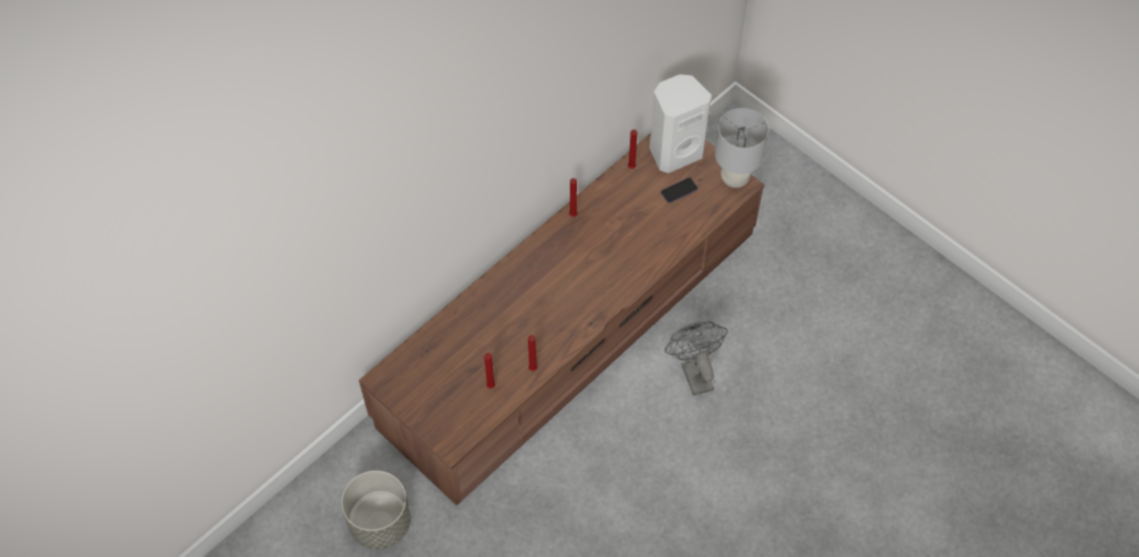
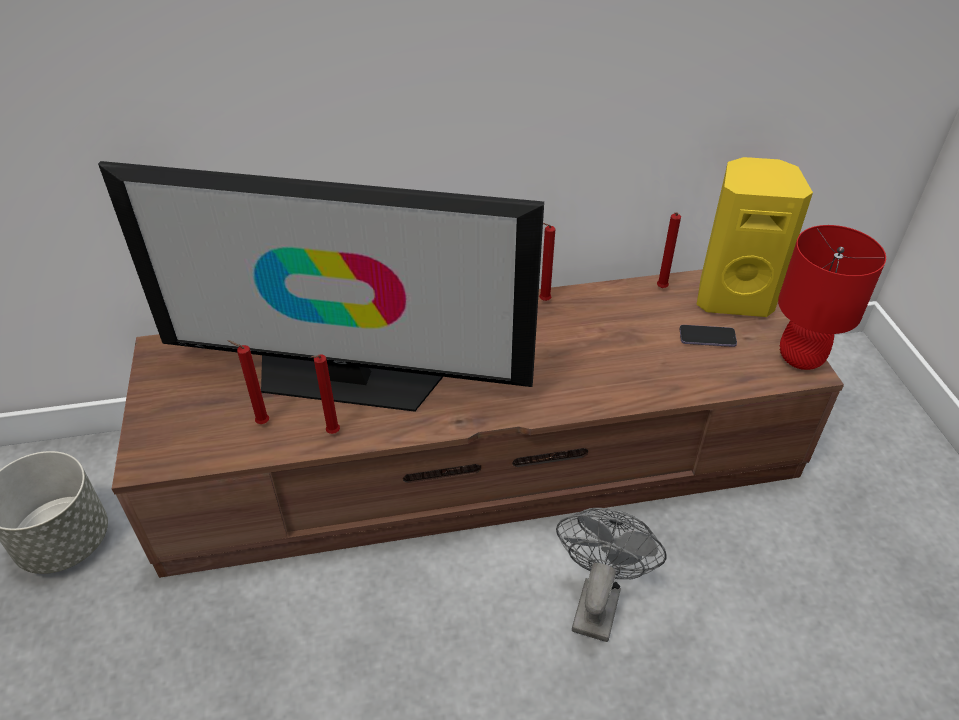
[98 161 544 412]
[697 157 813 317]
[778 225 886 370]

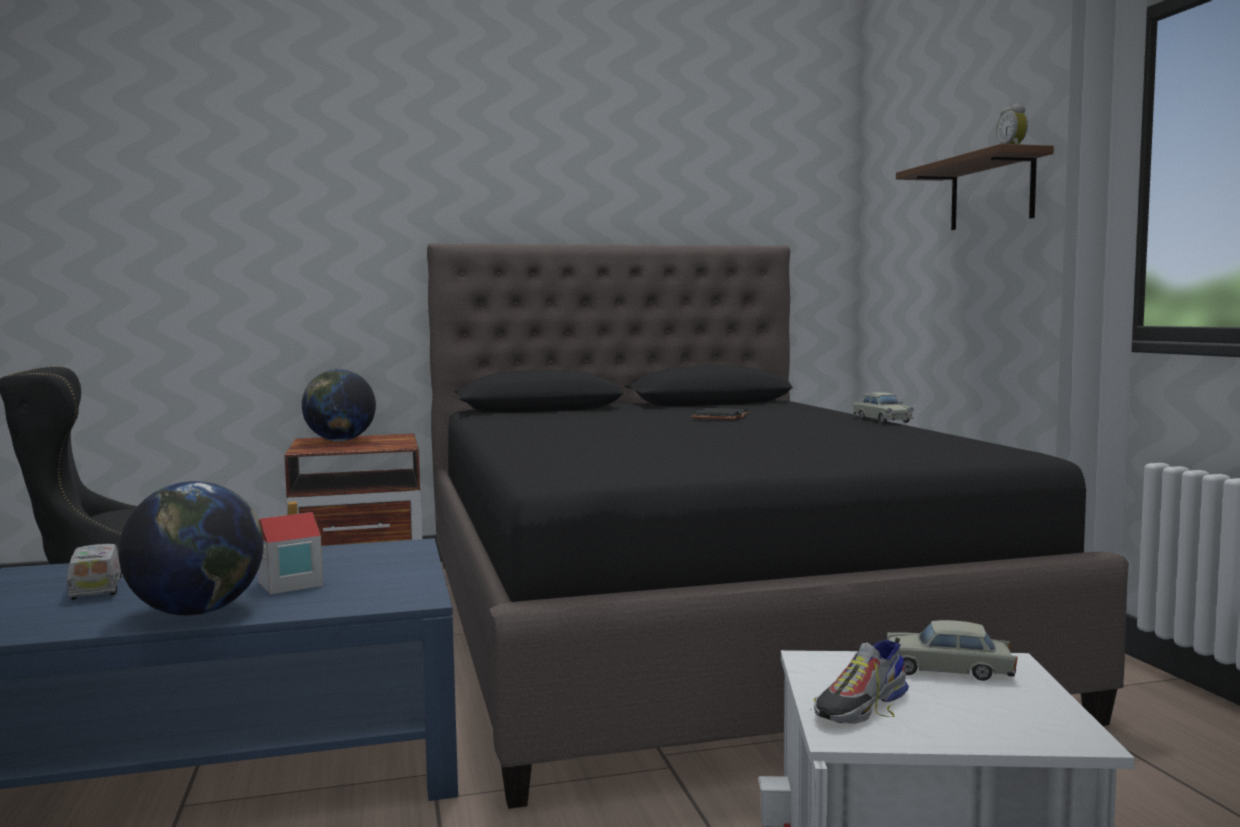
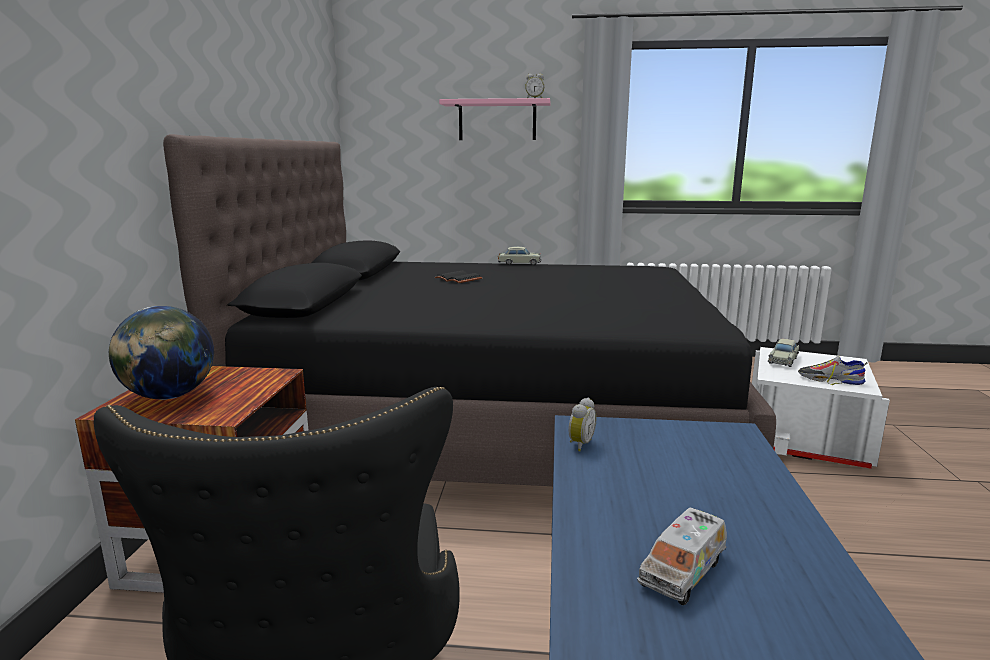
[118 481 264 616] (first image)
[258 501 323 594] (first image)
[568 398 596 451]
[439 98 551 140]
[637 507 727 605]
[798 355 867 385]

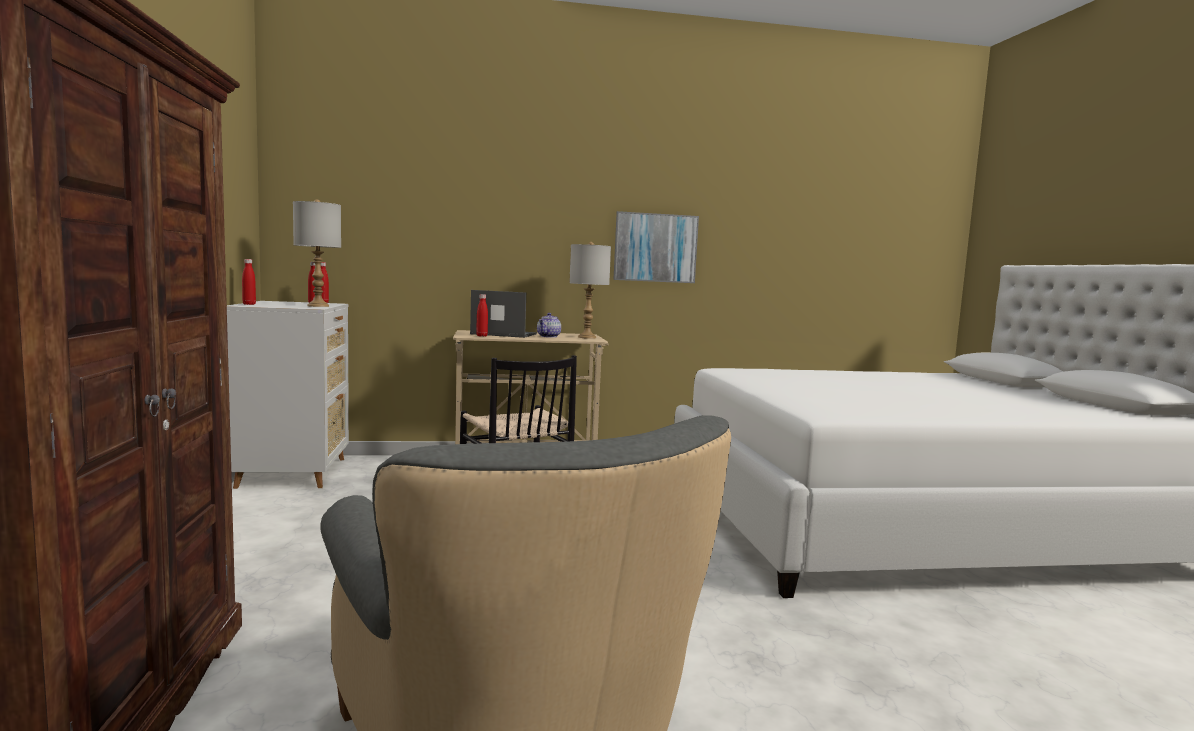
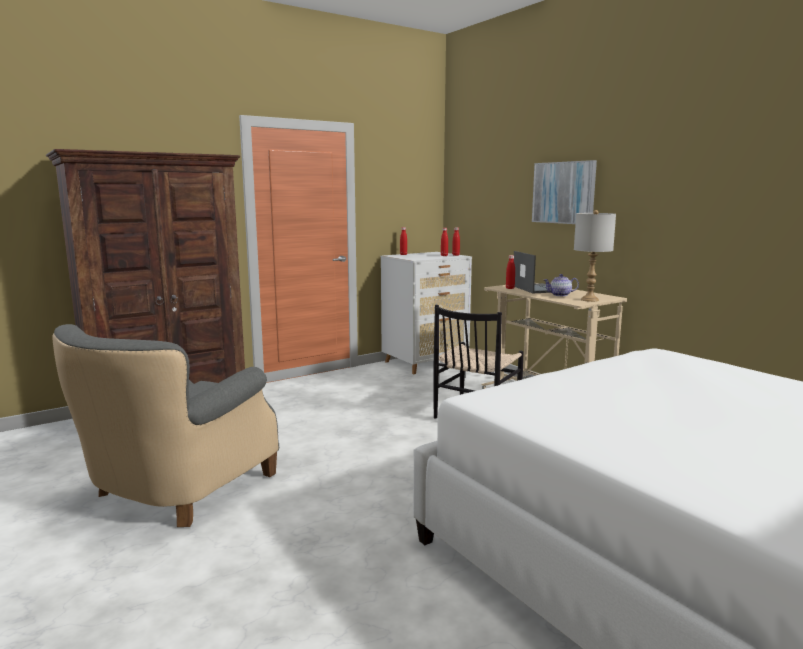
[293 199 341 307] (first image)
[532 160 597 224]

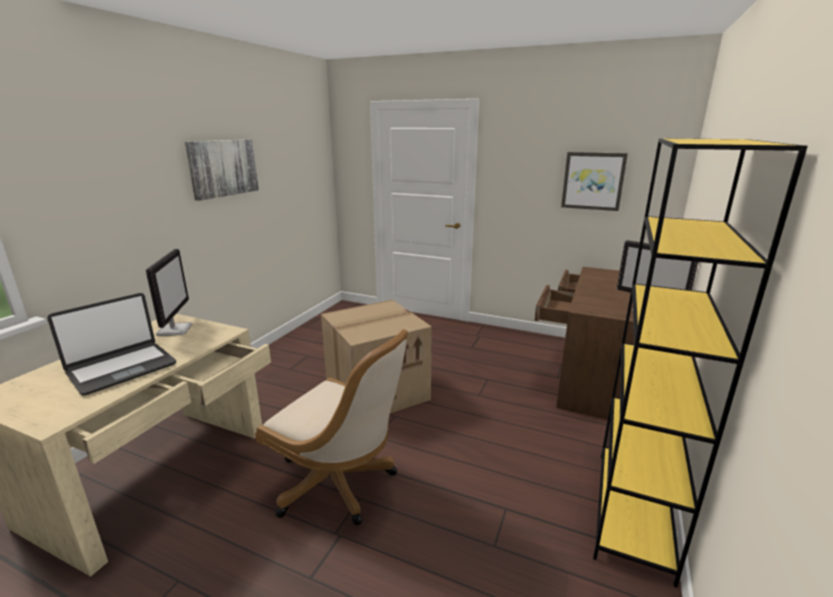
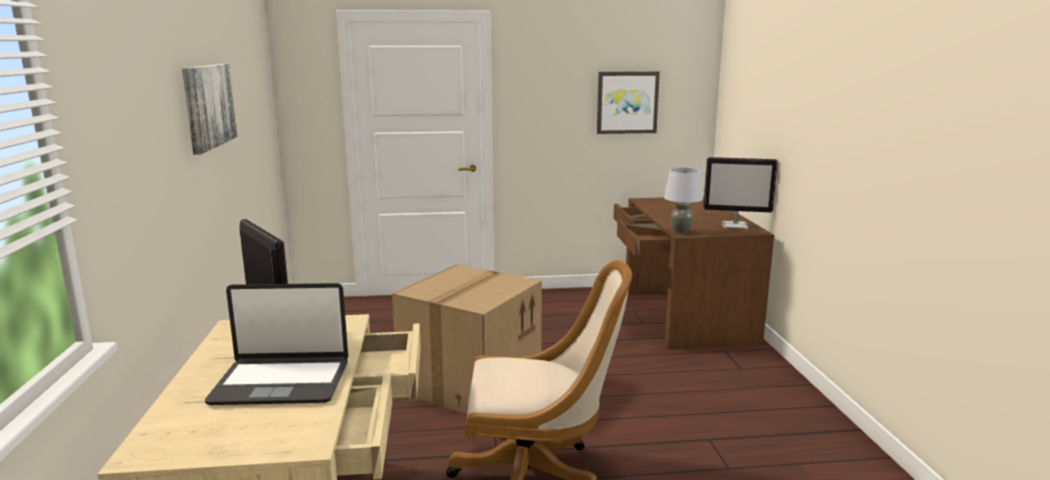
[593 138 808 587] (first image)
[664 167 703 234]
[205 283 348 405]

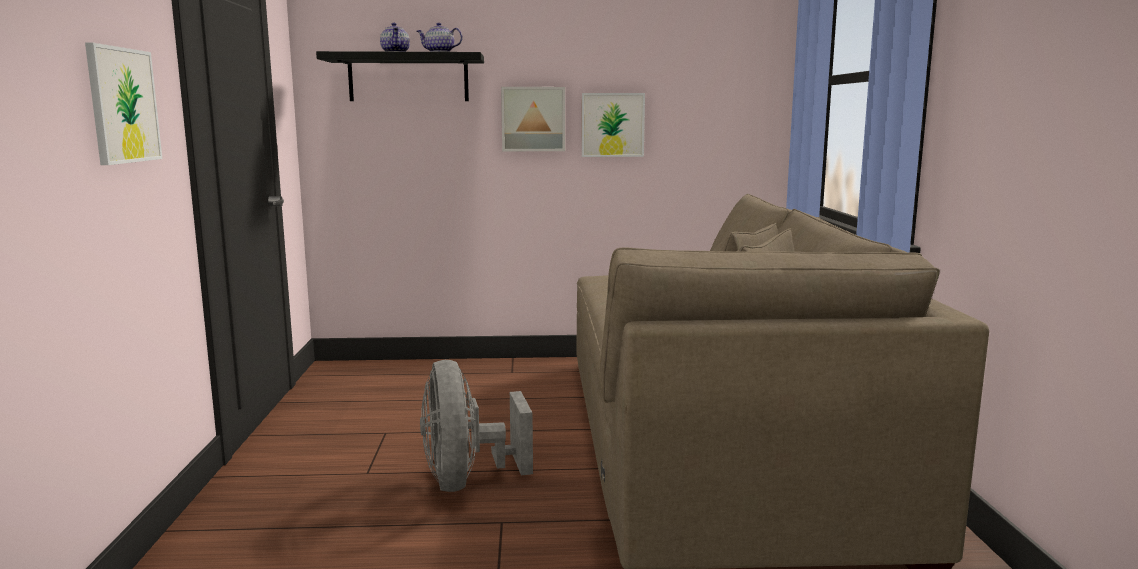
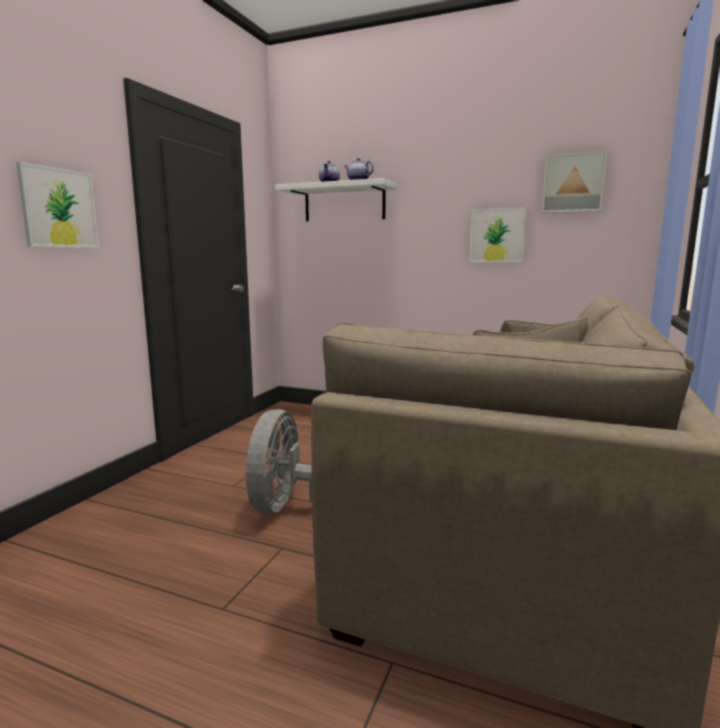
[541 151 607 213]
[275 178 397 221]

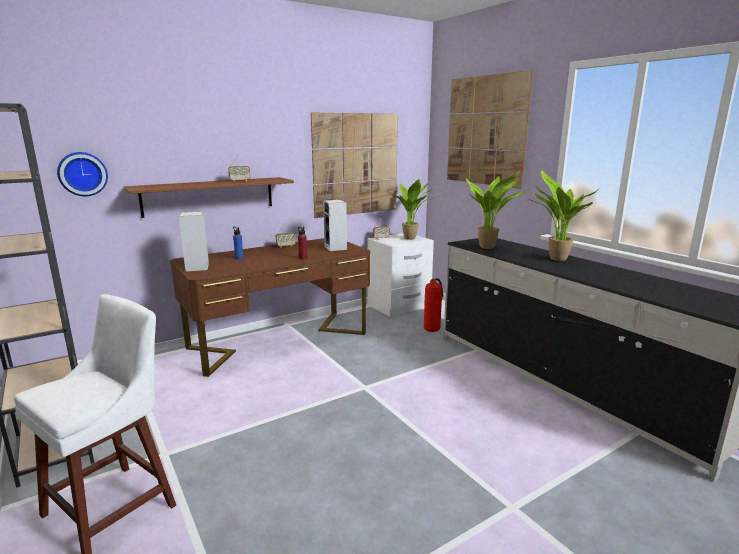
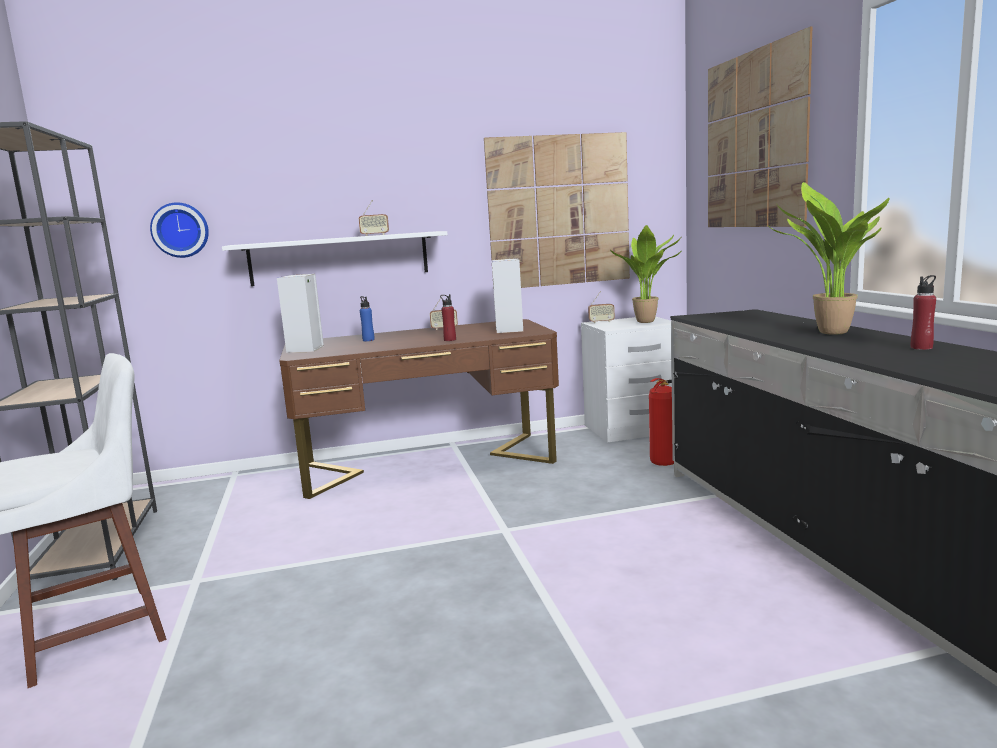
[466 171 526 249] (first image)
[911 275 936 350]
[222 231 448 286]

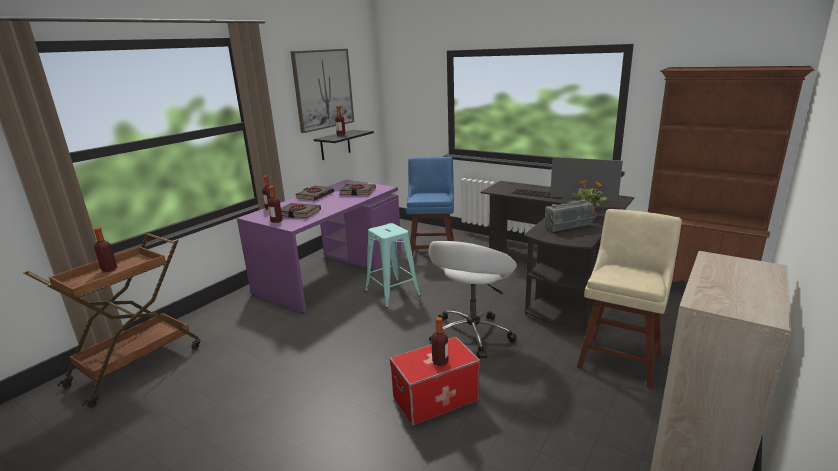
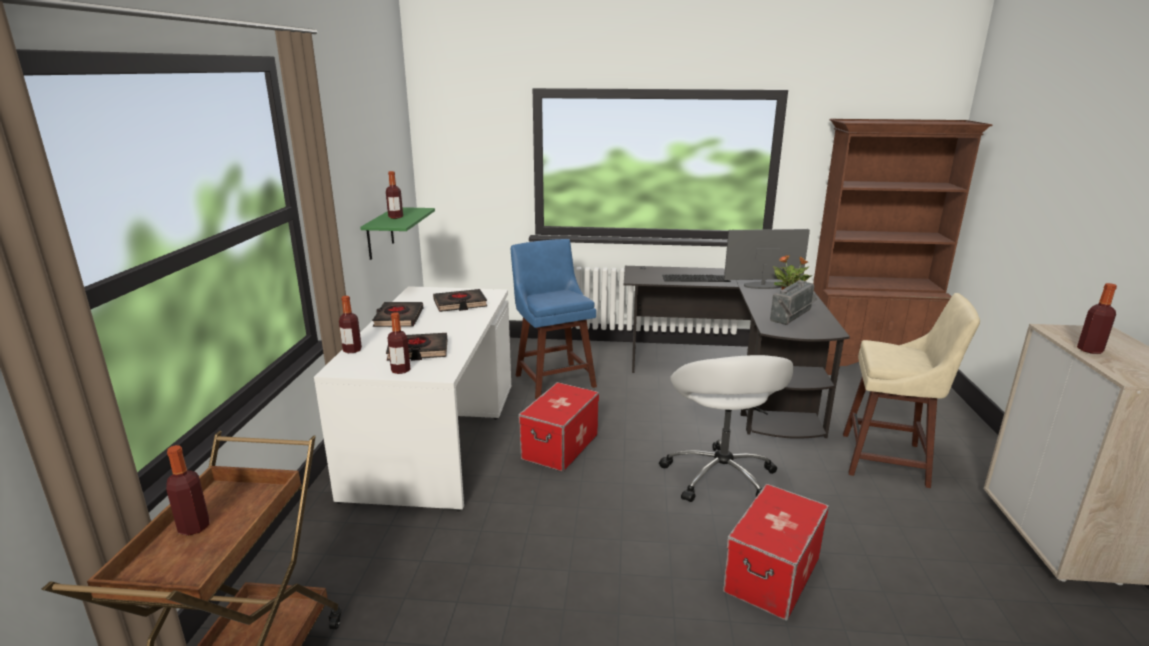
[290 49 354 133] (first image)
[1077 283 1117 354]
[518 382 599 472]
[314 286 511 511]
[360 207 435 260]
[843 293 980 488]

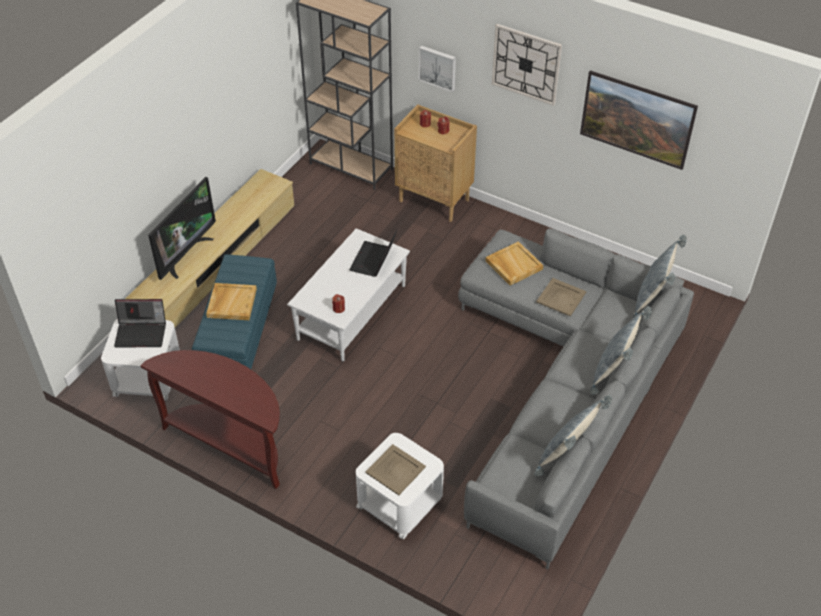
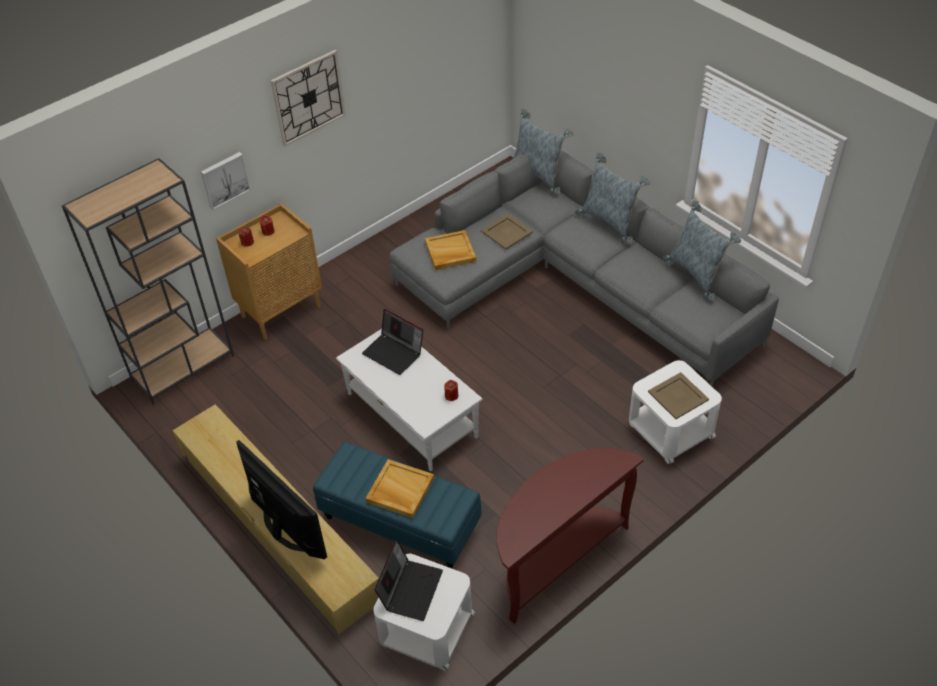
[580 70 698 170] (first image)

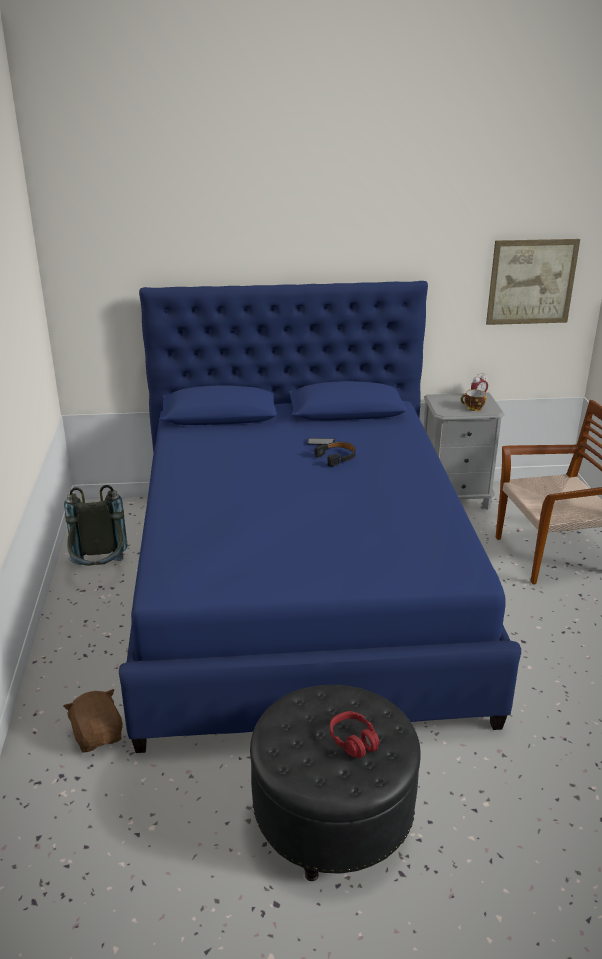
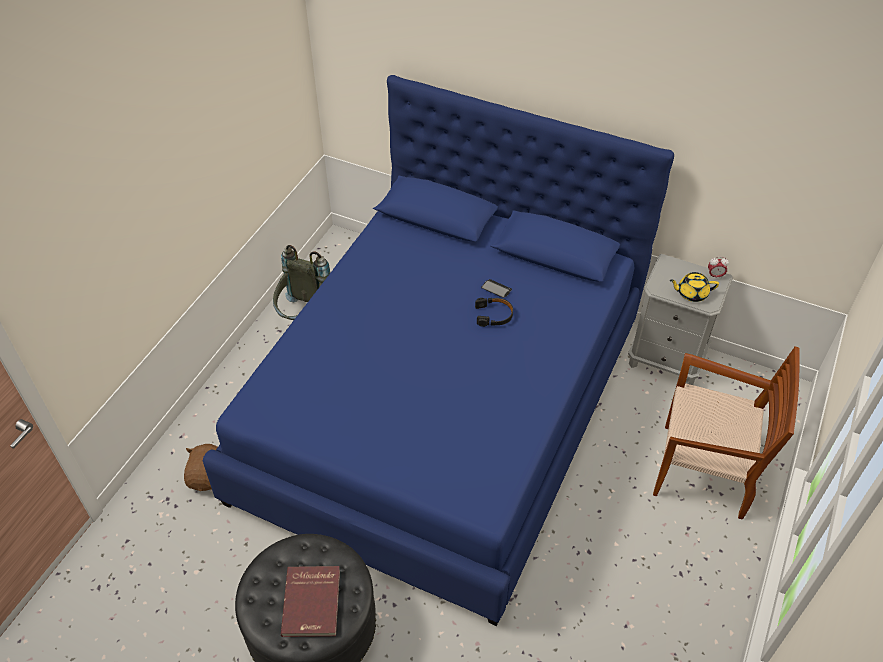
[486 239 580 325] (first image)
[281 566 340 637]
[669 272 719 302]

